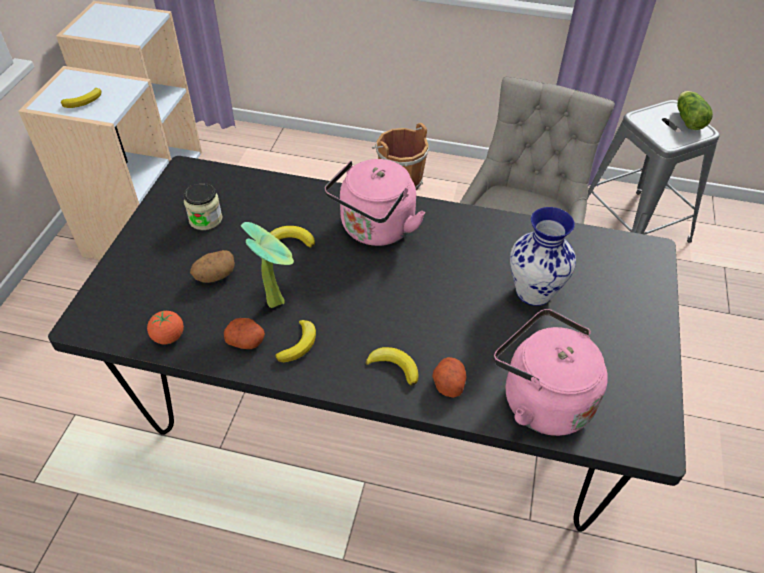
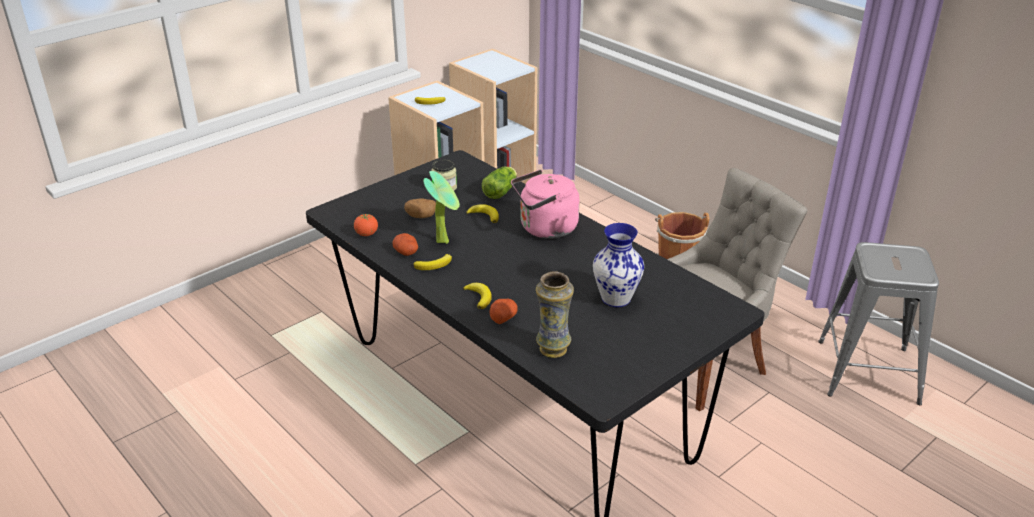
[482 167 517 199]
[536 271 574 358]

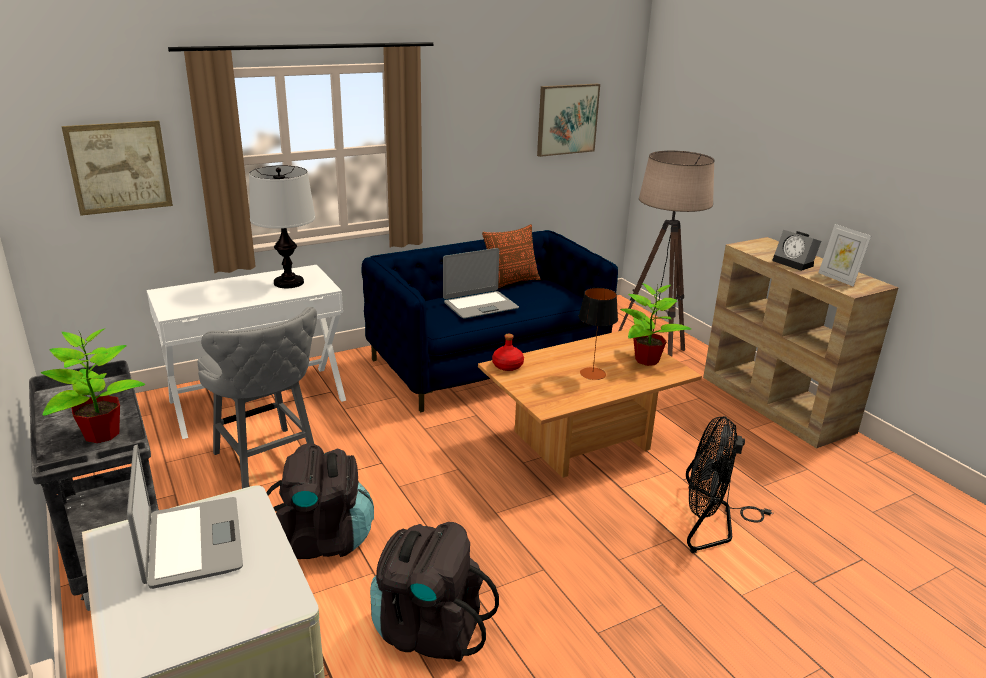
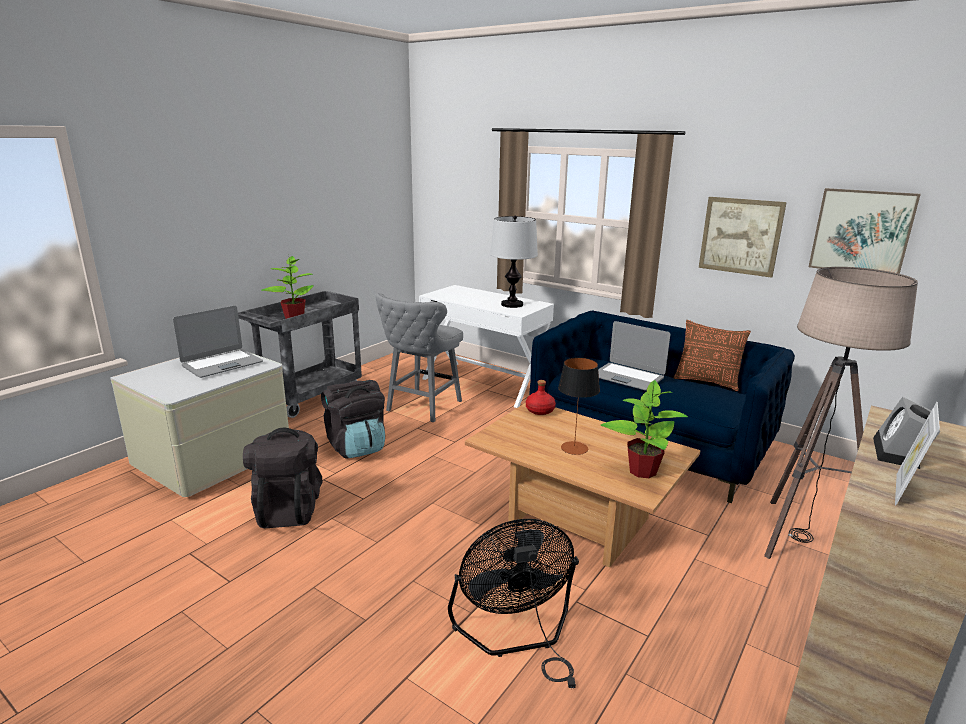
[699 197 787 278]

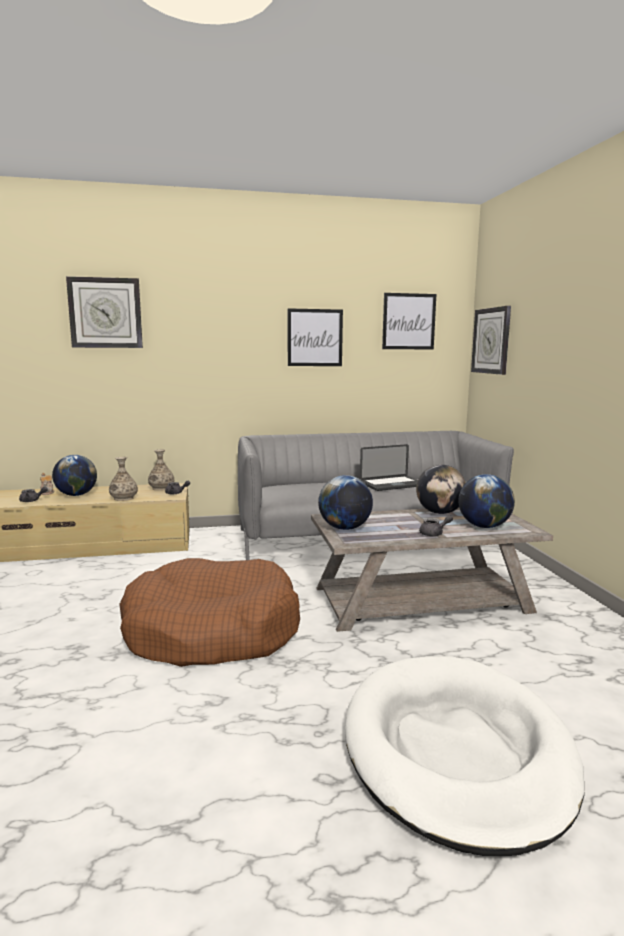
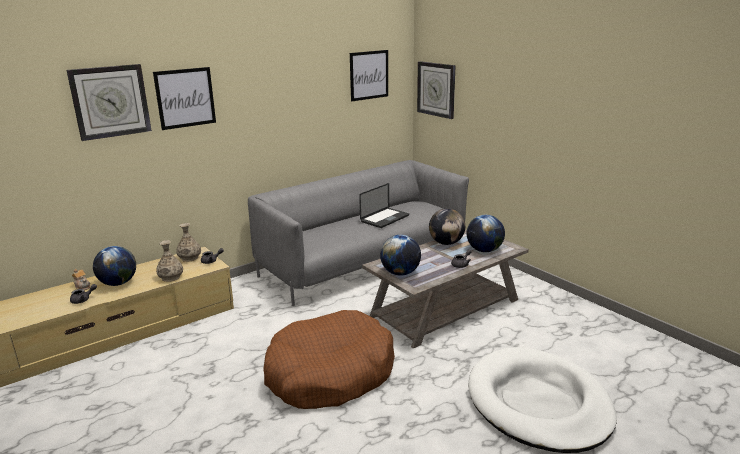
[153 67 216 130]

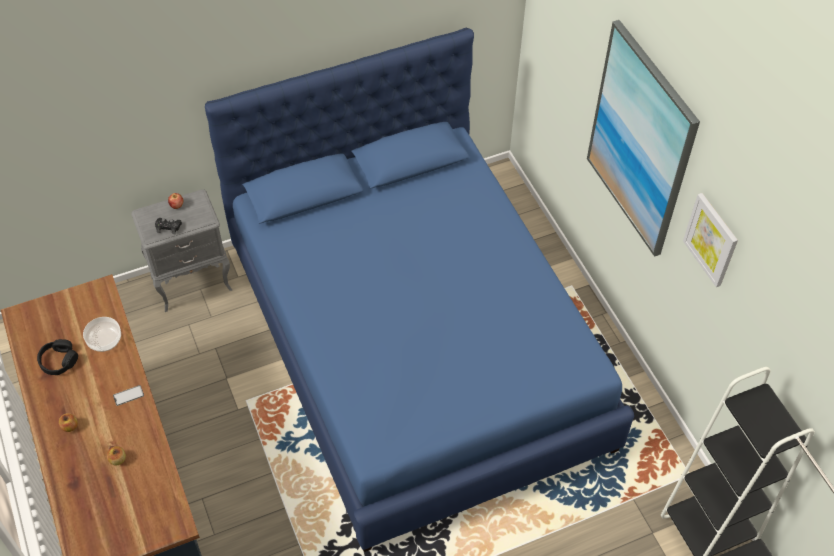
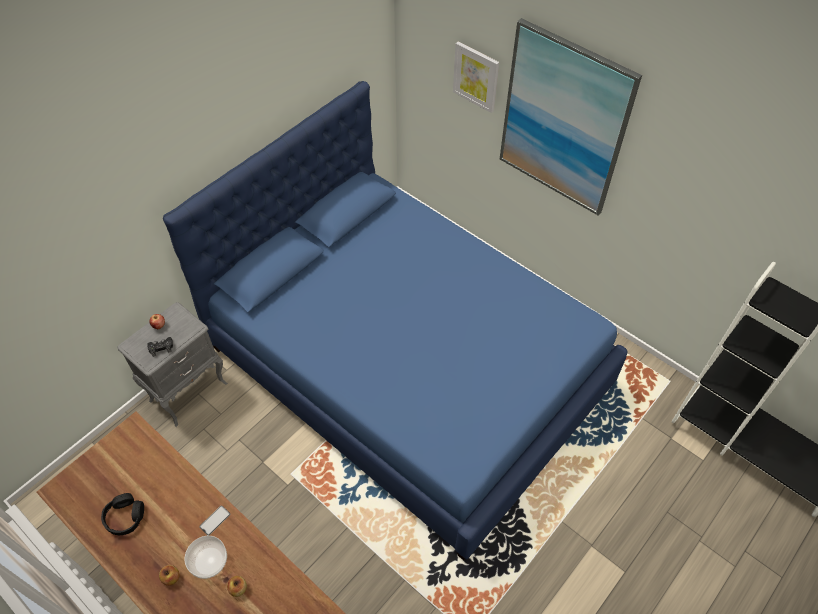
[185 536 227 579]
[453 41 499 113]

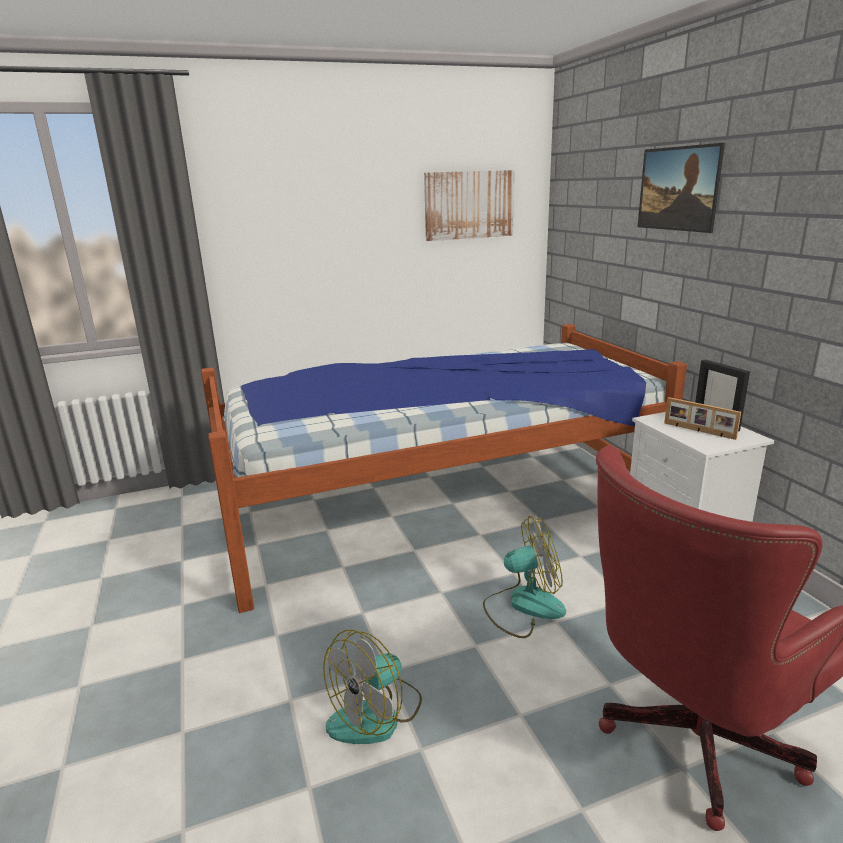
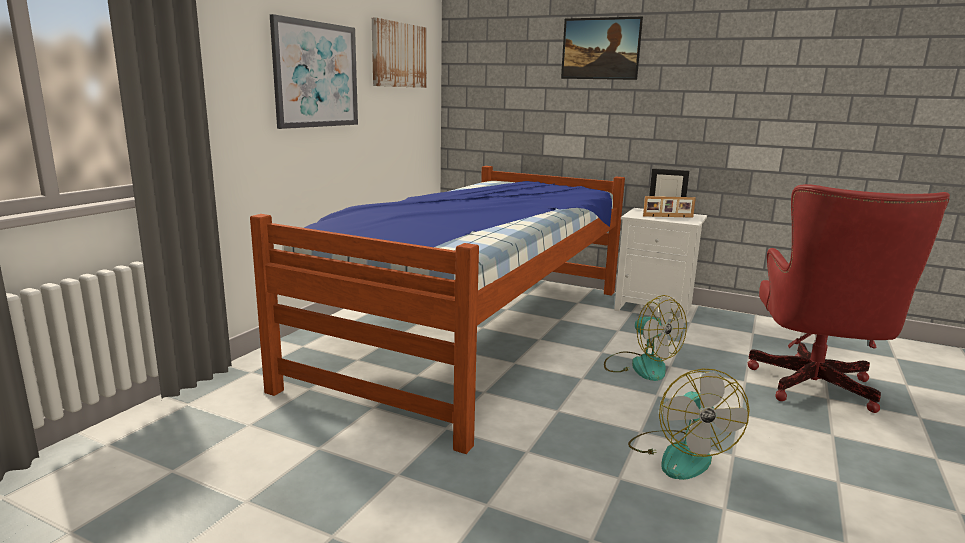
[270 14 358 129]
[604 295 687 381]

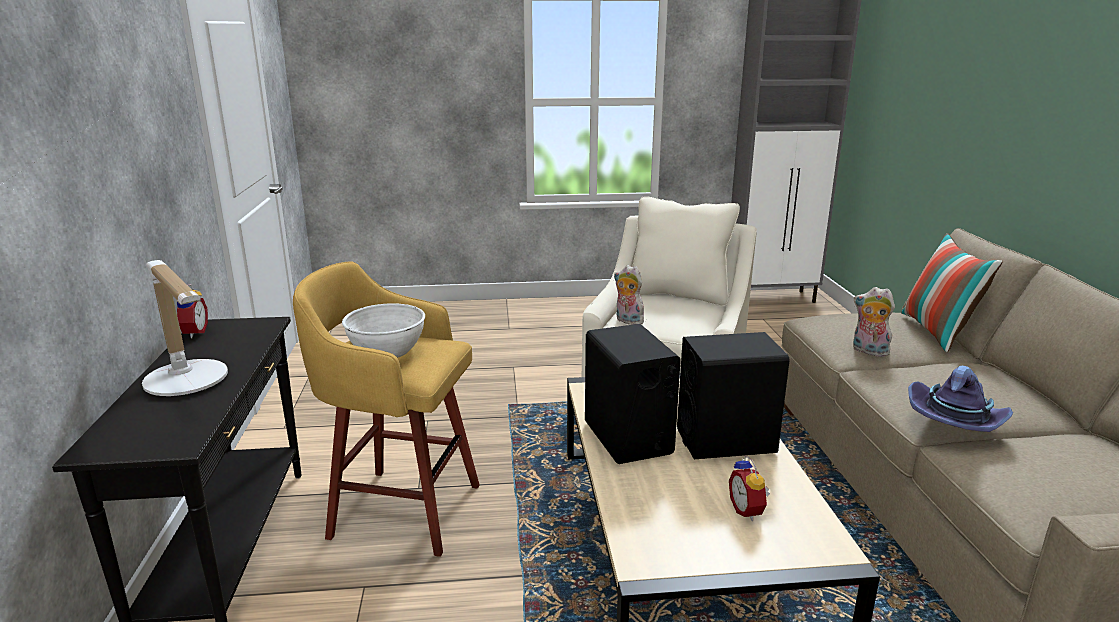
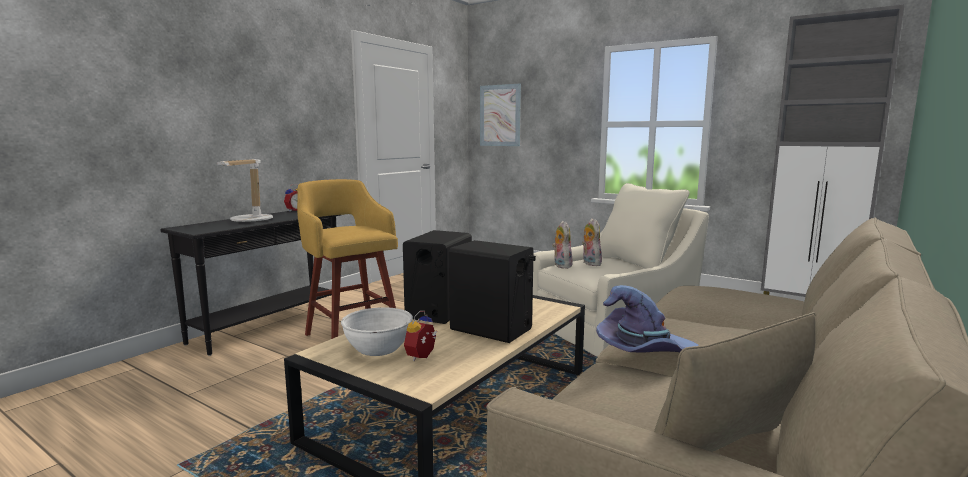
[901 233 1003 352] (first image)
[480 84 521 146]
[341 307 413 356]
[582 218 602 266]

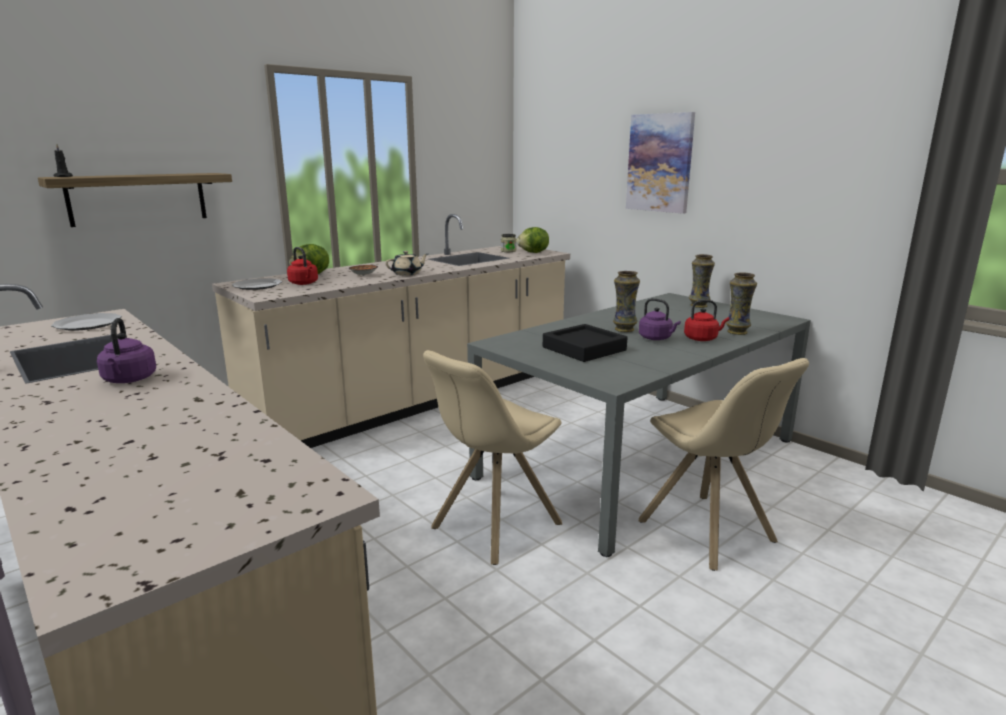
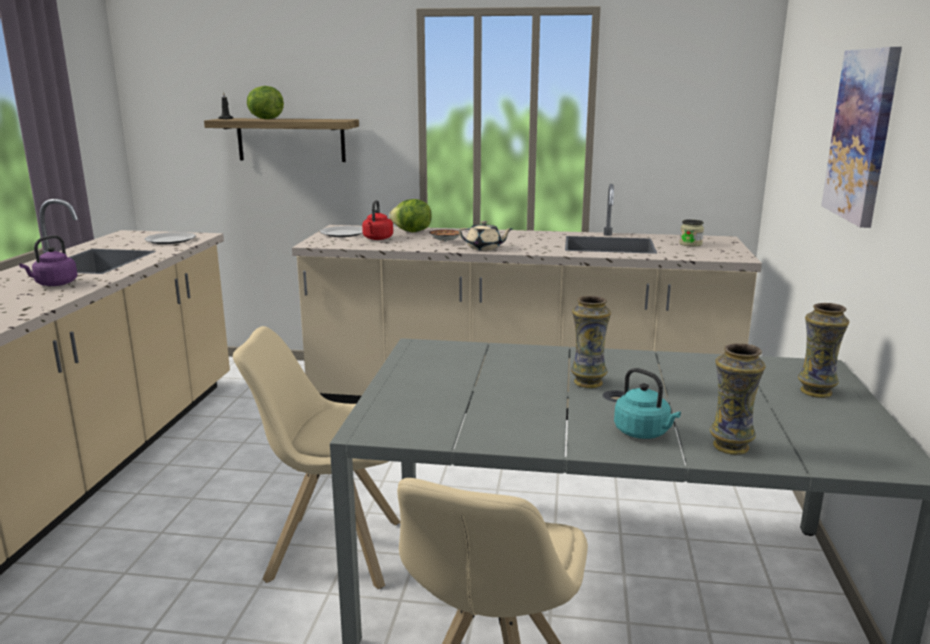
[543 324 627 362] (first image)
[639 298 681 340] (first image)
[247 86 284 119]
[614 368 681 439]

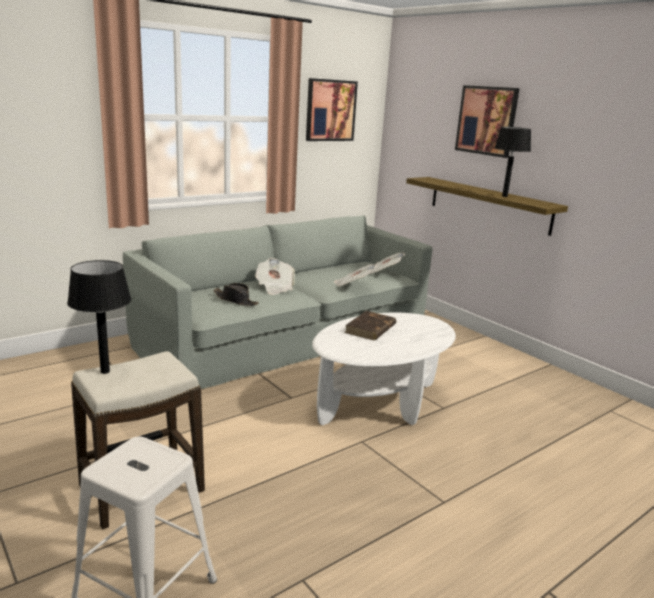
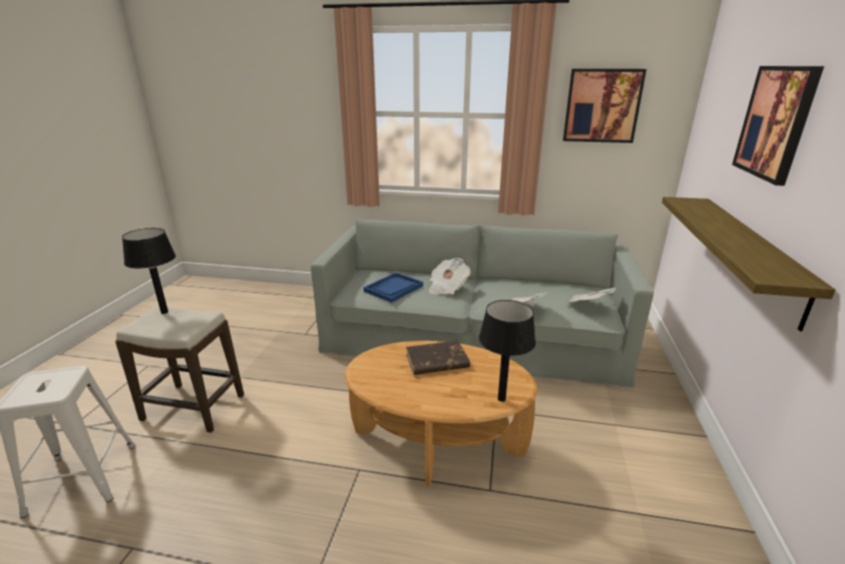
[479 300 536 402]
[363 272 423 303]
[345 341 537 487]

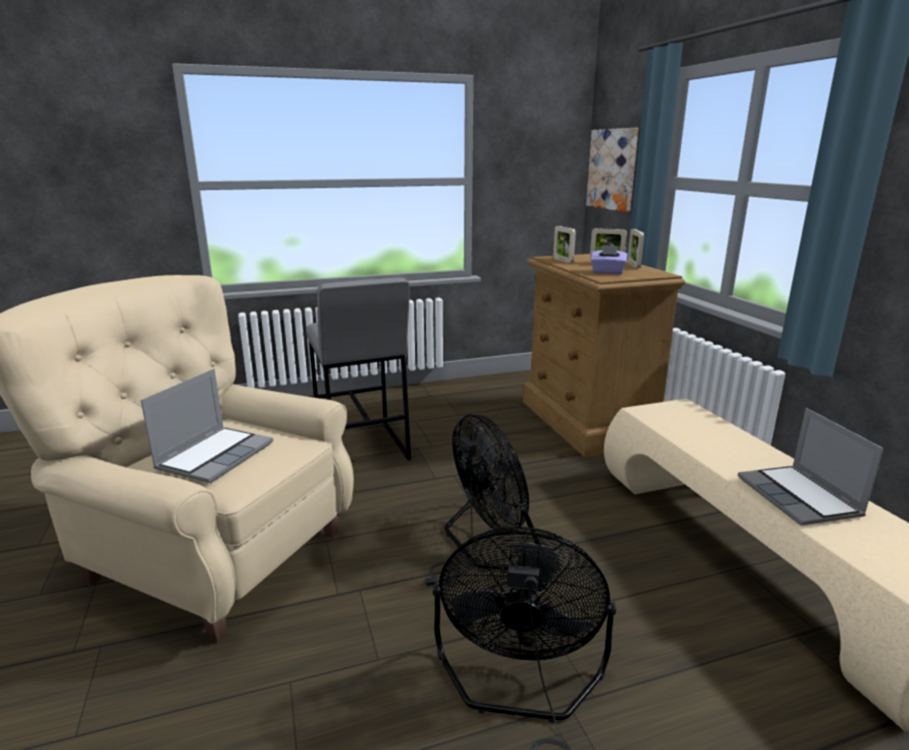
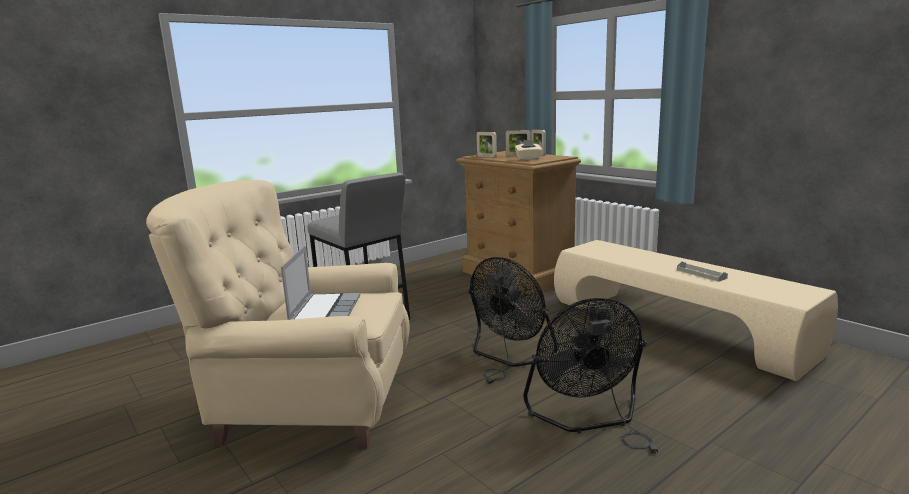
[586 128 638 212] (first image)
[677 261 728 282]
[515 140 542 160]

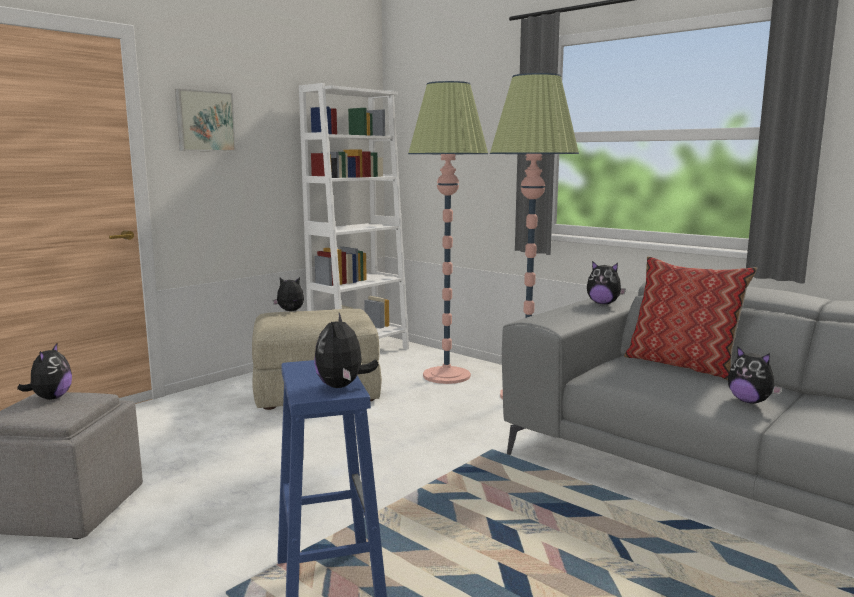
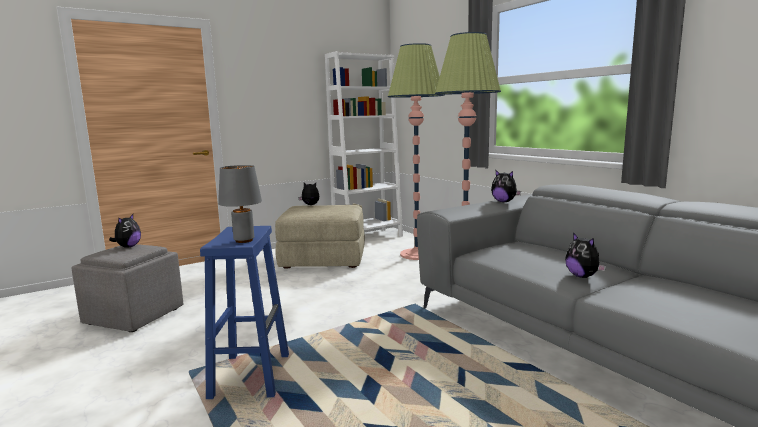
[175 89 236 151] (first image)
[624 256 757 380] (first image)
[218 165 262 243]

